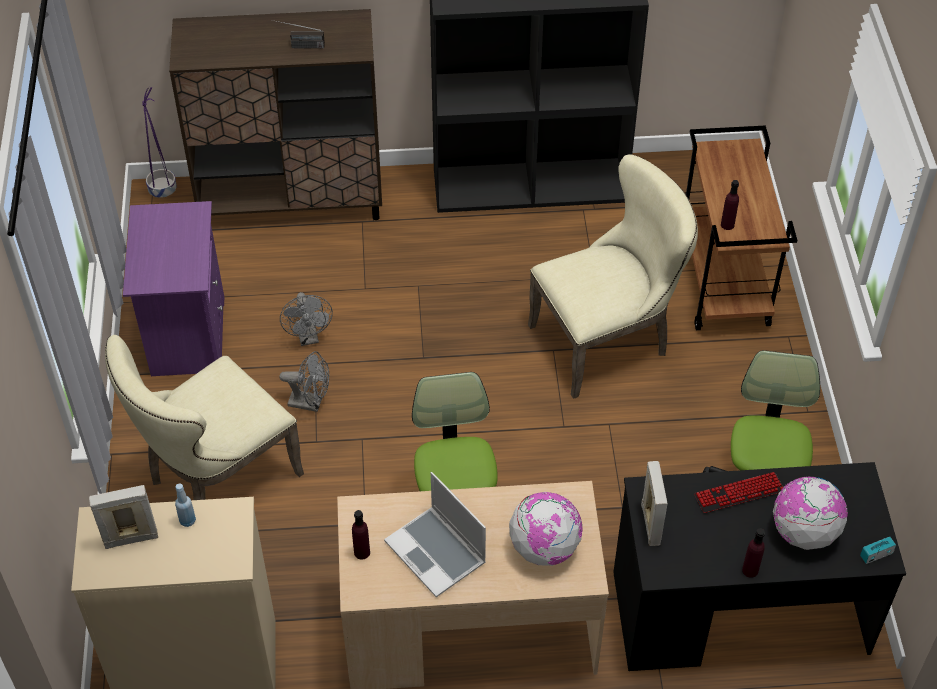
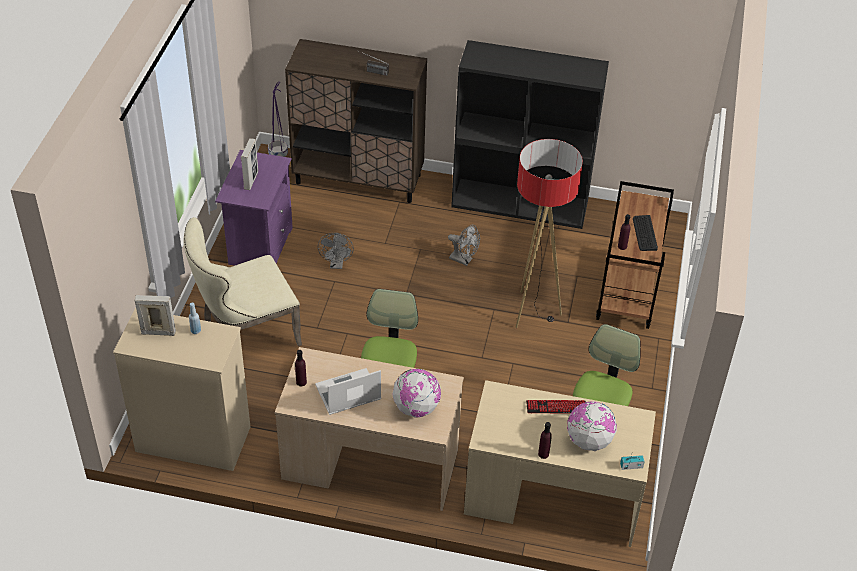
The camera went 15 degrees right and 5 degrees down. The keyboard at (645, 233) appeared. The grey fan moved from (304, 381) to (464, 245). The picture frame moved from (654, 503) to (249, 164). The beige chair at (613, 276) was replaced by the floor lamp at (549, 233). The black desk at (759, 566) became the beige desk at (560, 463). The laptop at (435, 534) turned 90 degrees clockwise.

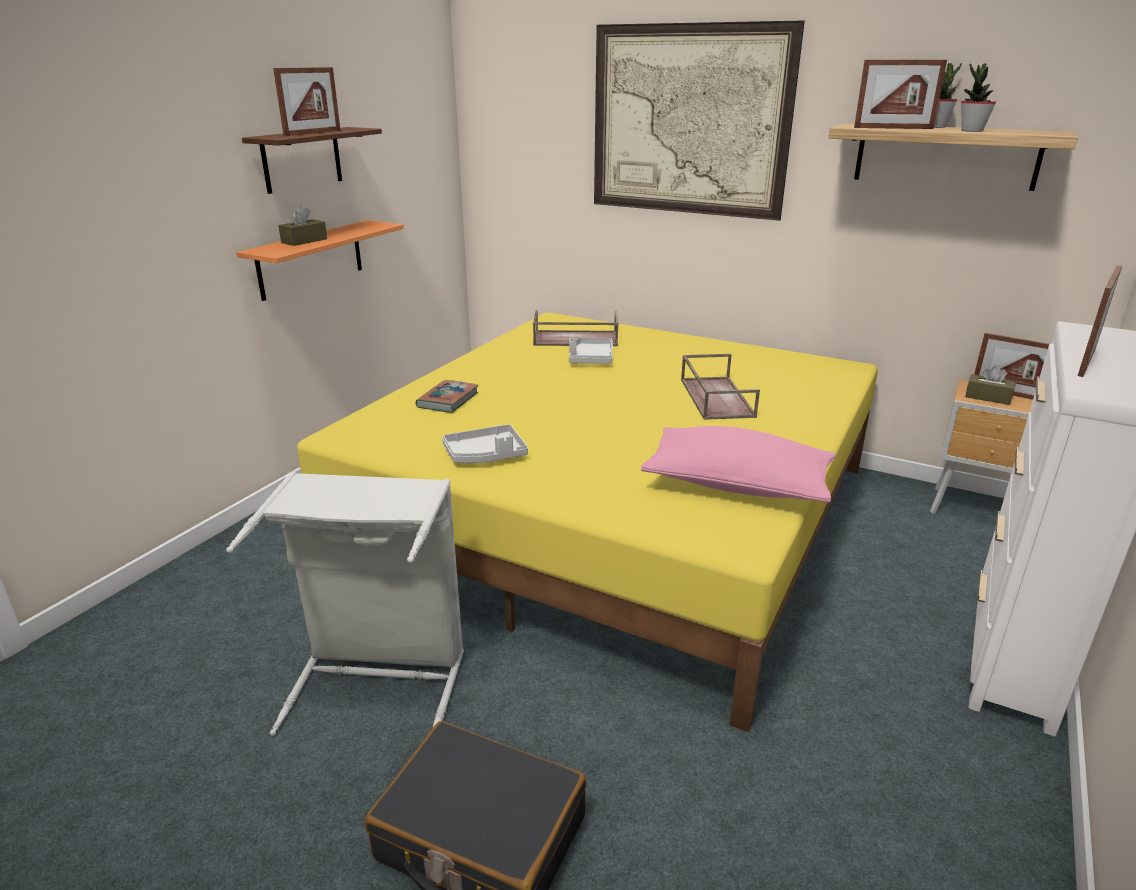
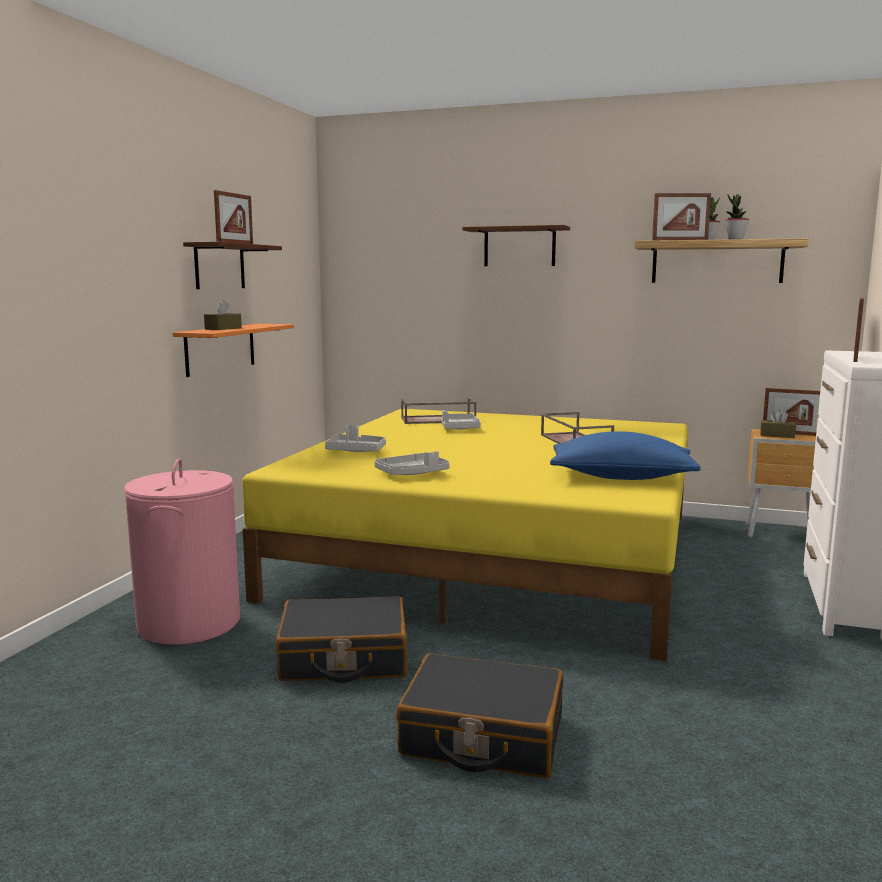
The camera went 10 degrees left and 15 degrees down. The pink laundry basket at (182, 552) appeared. The grey laundry basket at (345, 604) was replaced by the black suitcase at (341, 639). The book at (446, 396) was replaced by the grey tray at (355, 438). The picture at (699, 120) was replaced by the brown shelf at (516, 245). The pink pillow at (738, 464) became the blue pillow at (625, 455).

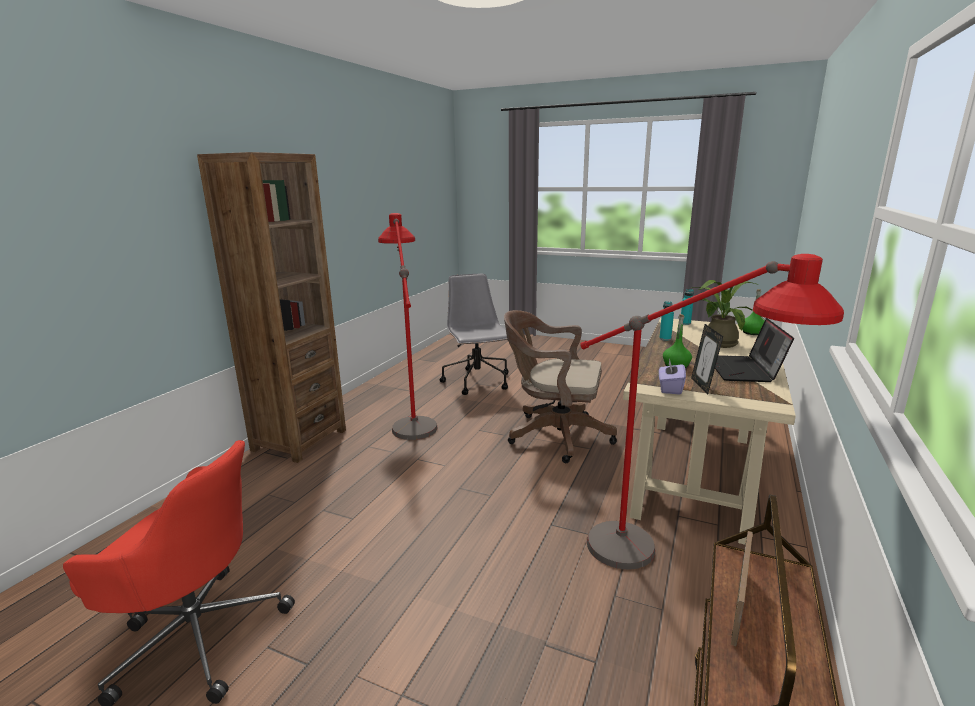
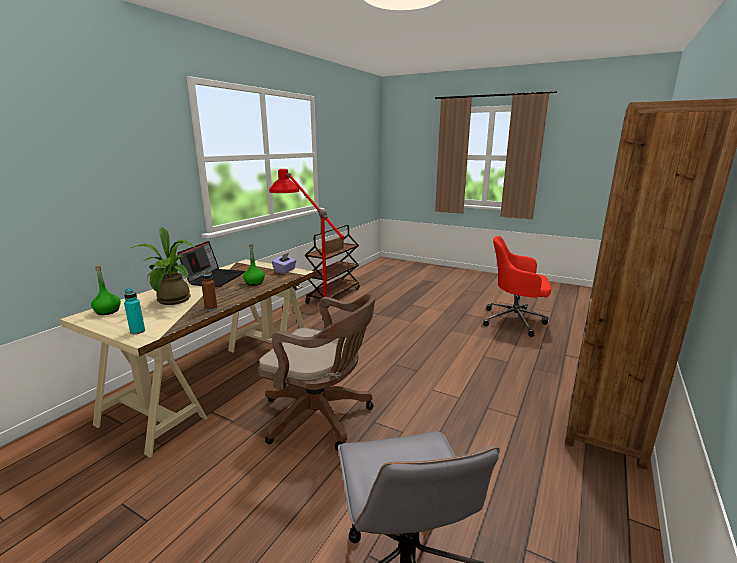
The camera went 175 degrees left and 0 degrees up. The red floor lamp at (408, 326) disappeared. The picture frame at (707, 359) disappeared. The turquoise bottle at (666, 321) became the brown bottle at (209, 291).

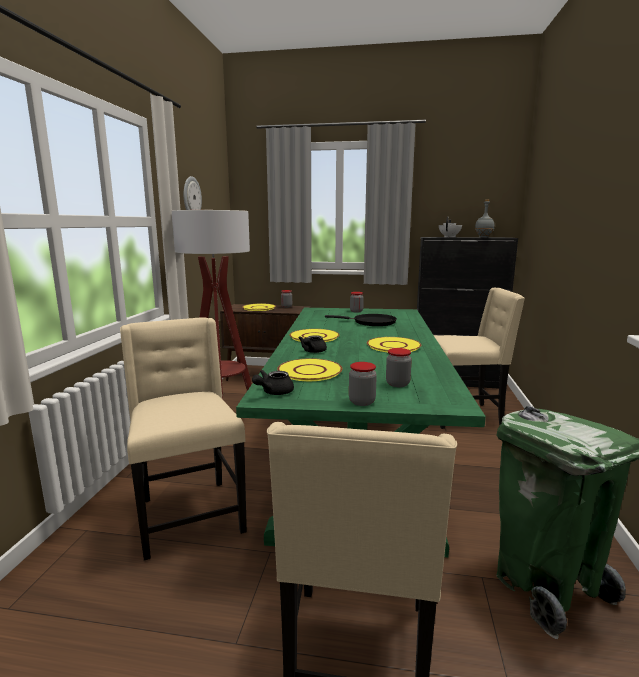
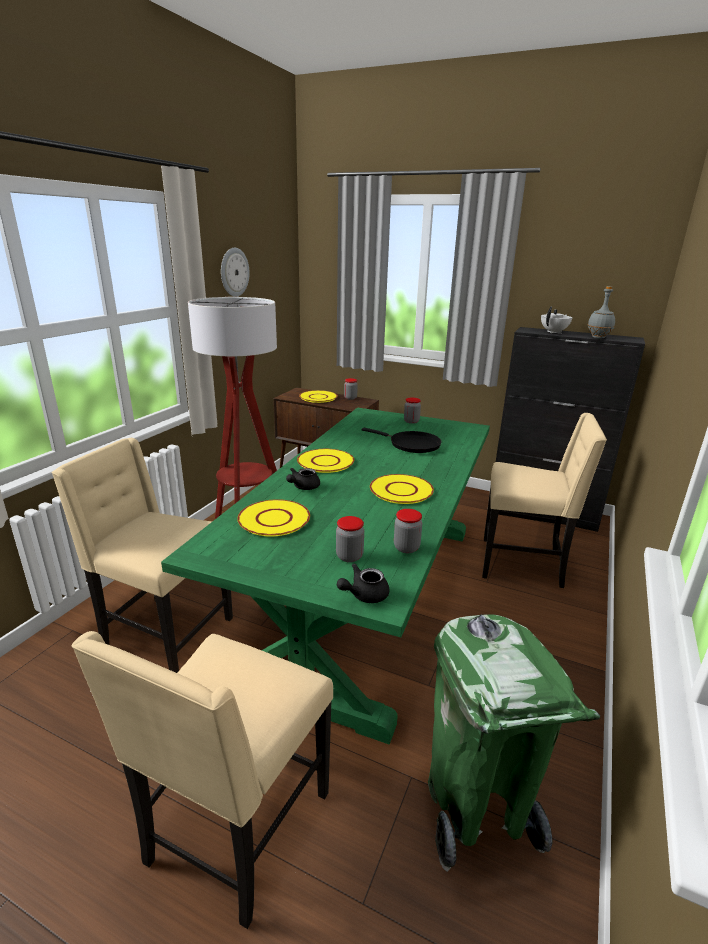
The camera went 15 degrees right and 10 degrees up. The black teapot moved from (273, 382) to (363, 583). The jar moved from (363, 384) to (408, 531). The beige chair at (183, 439) turned 60 degrees counterclockwise.

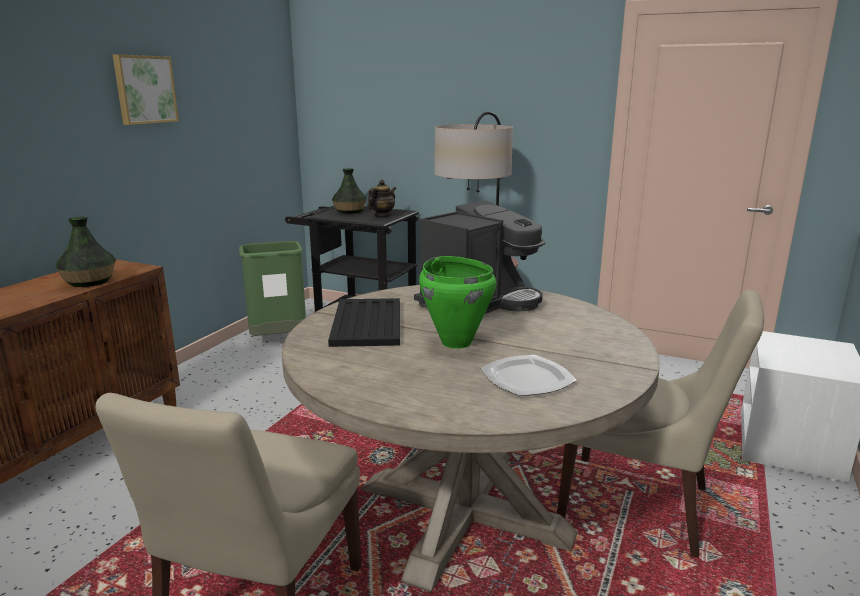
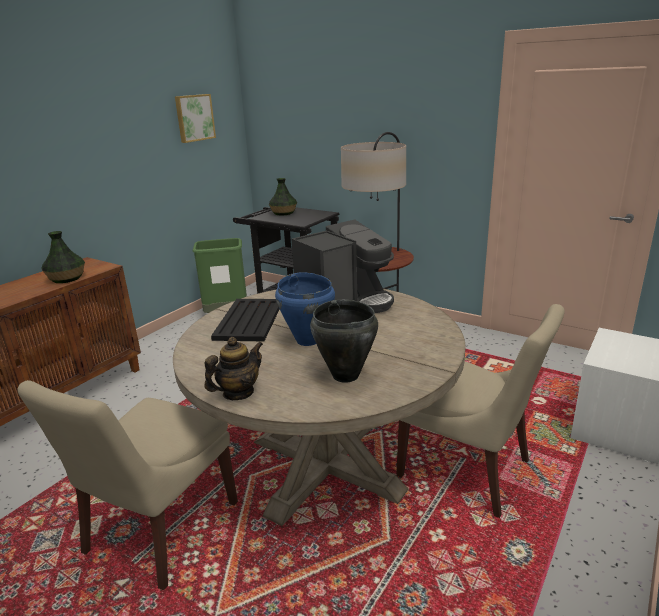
The camera went 10 degrees right and 5 degrees up. The picture moved from (146, 89) to (195, 118). The teapot moved from (382, 198) to (233, 368). The plate at (529, 375) was replaced by the black cooking pot at (344, 341). The green cooking pot at (457, 302) became the blue cooking pot at (305, 309).

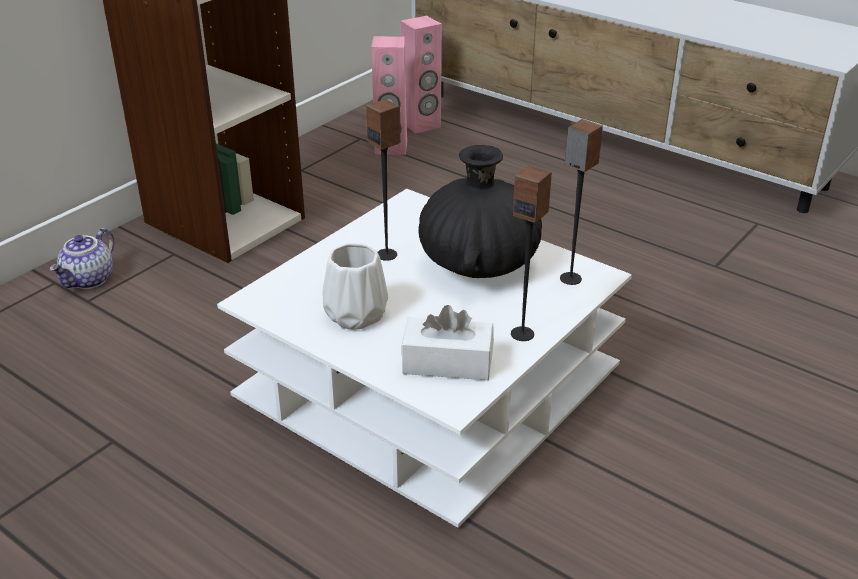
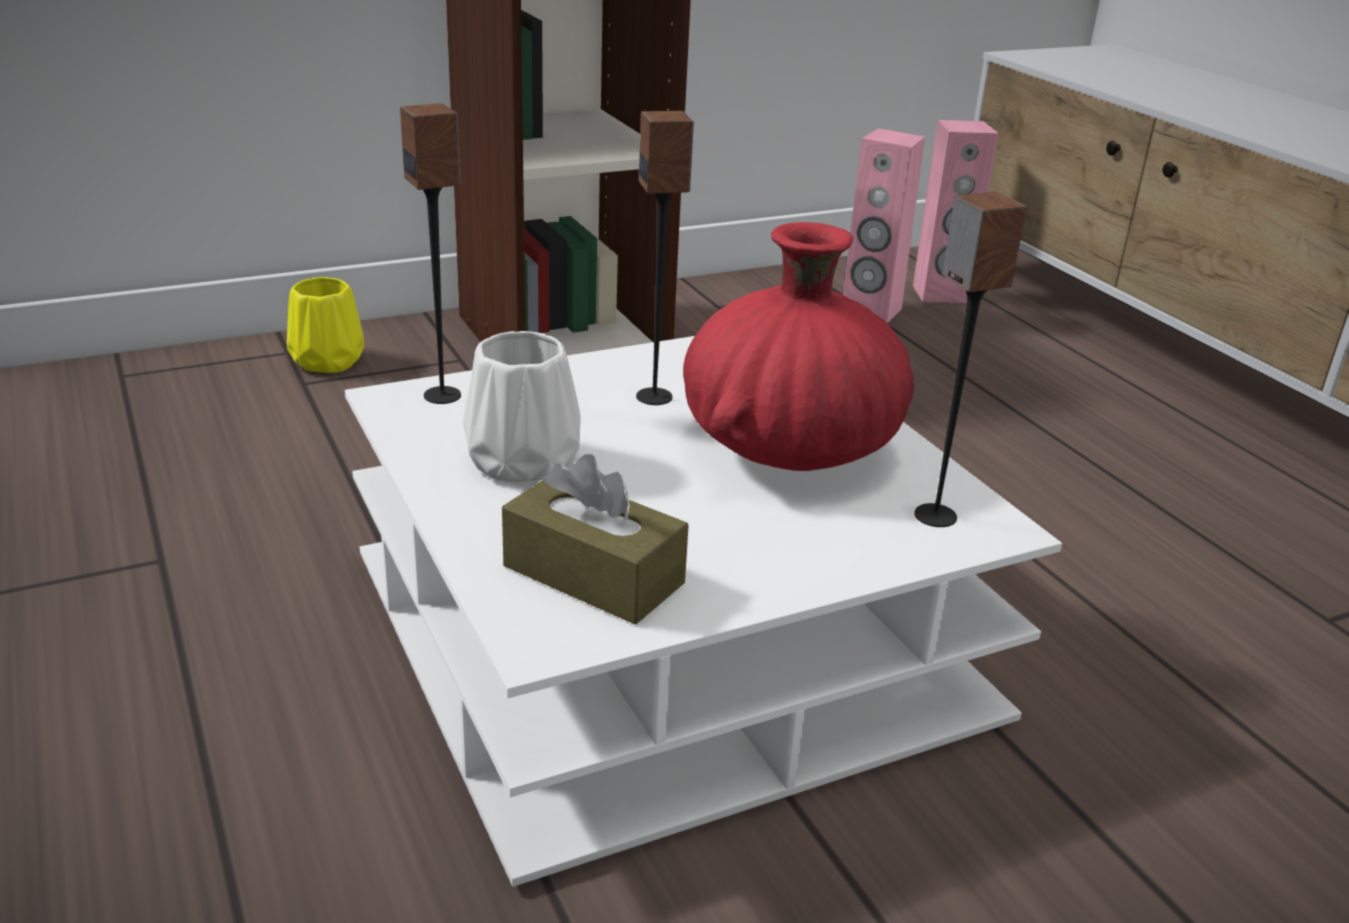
The camera went 25 degrees right and 5 degrees down. The speaker moved from (531, 253) to (430, 253). The teapot at (81, 258) was replaced by the yellow vase at (325, 325). The white tissue box at (447, 342) became the brown tissue box at (595, 539). The black vase at (480, 211) became the red vase at (798, 346).

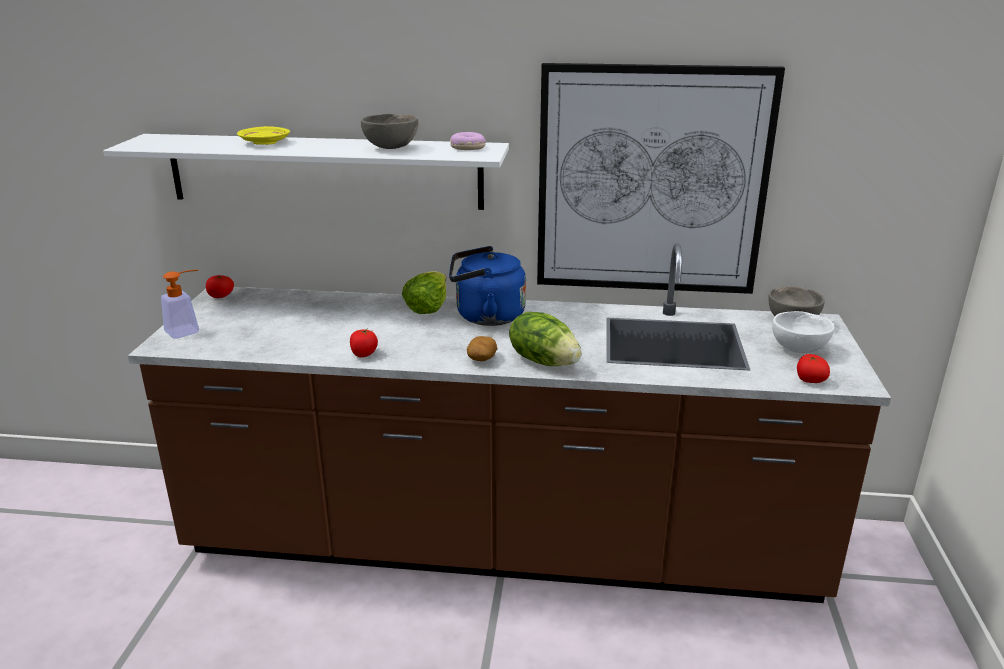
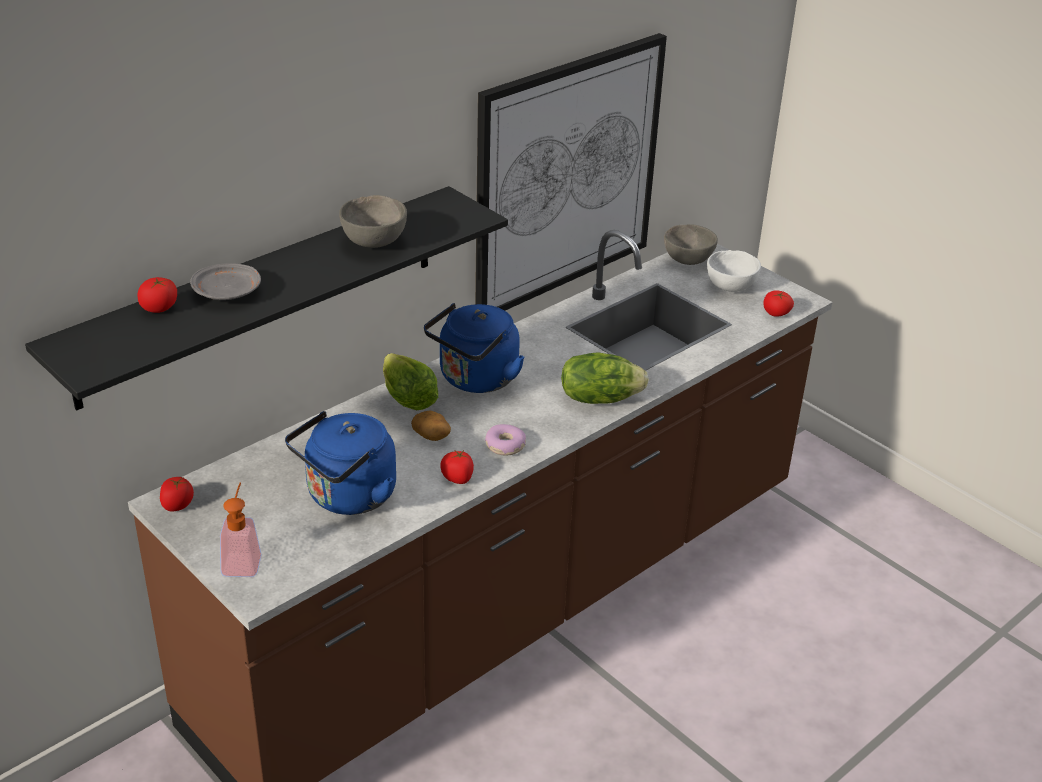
The camera went 50 degrees left and 10 degrees up. The tomato at (157, 295) appeared. The blue kettle at (340, 463) appeared. The donut moved from (468, 141) to (505, 440). The potato moved from (482, 348) to (431, 426). The white shelf at (306, 172) became the black shelf at (266, 298). The yellow plate at (263, 135) became the grey plate at (225, 281).

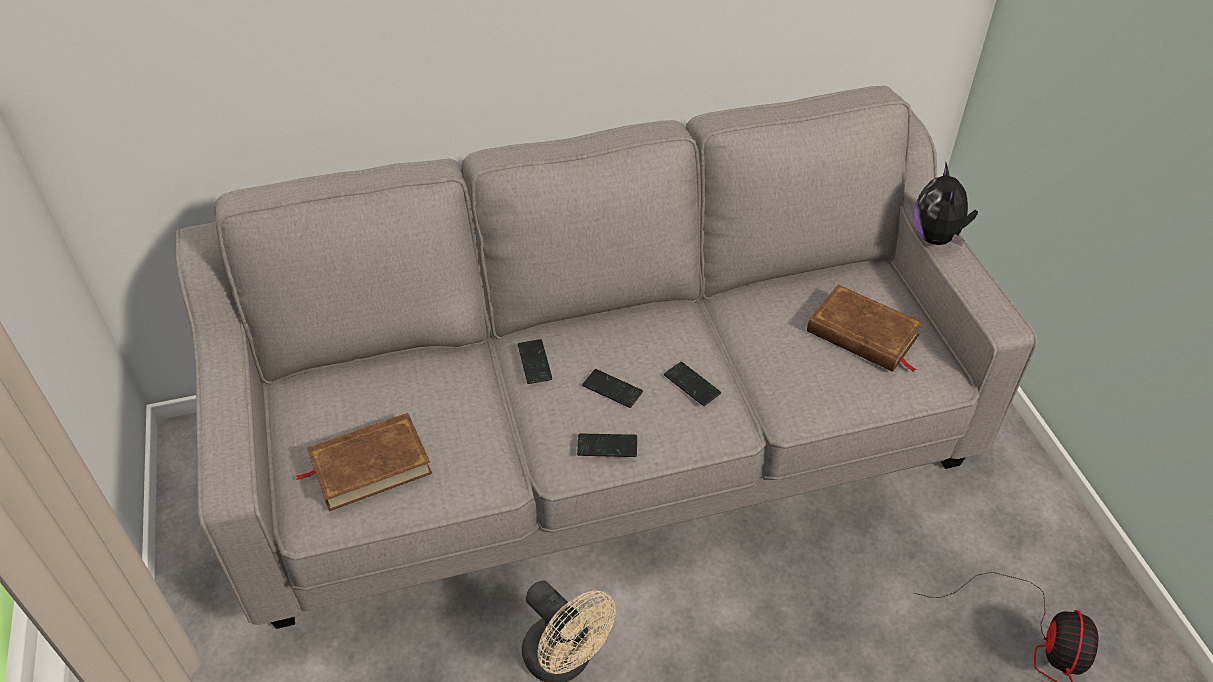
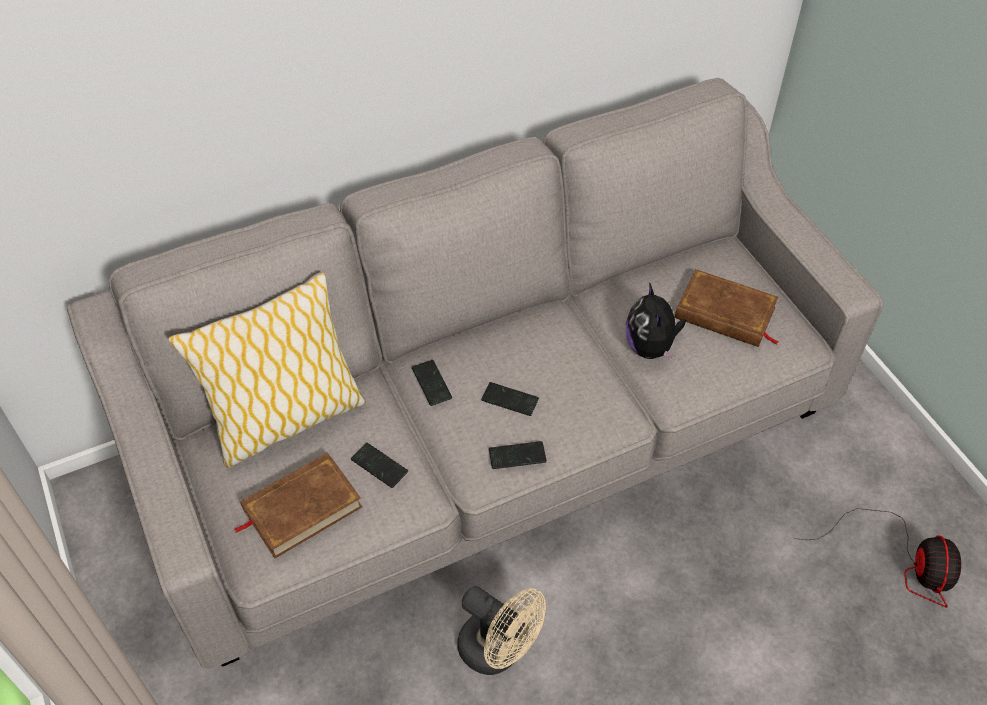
The camera went 10 degrees left and 5 degrees up. The pillow at (267, 370) appeared. The phone moved from (692, 384) to (379, 465). The plush toy moved from (946, 205) to (656, 321).

